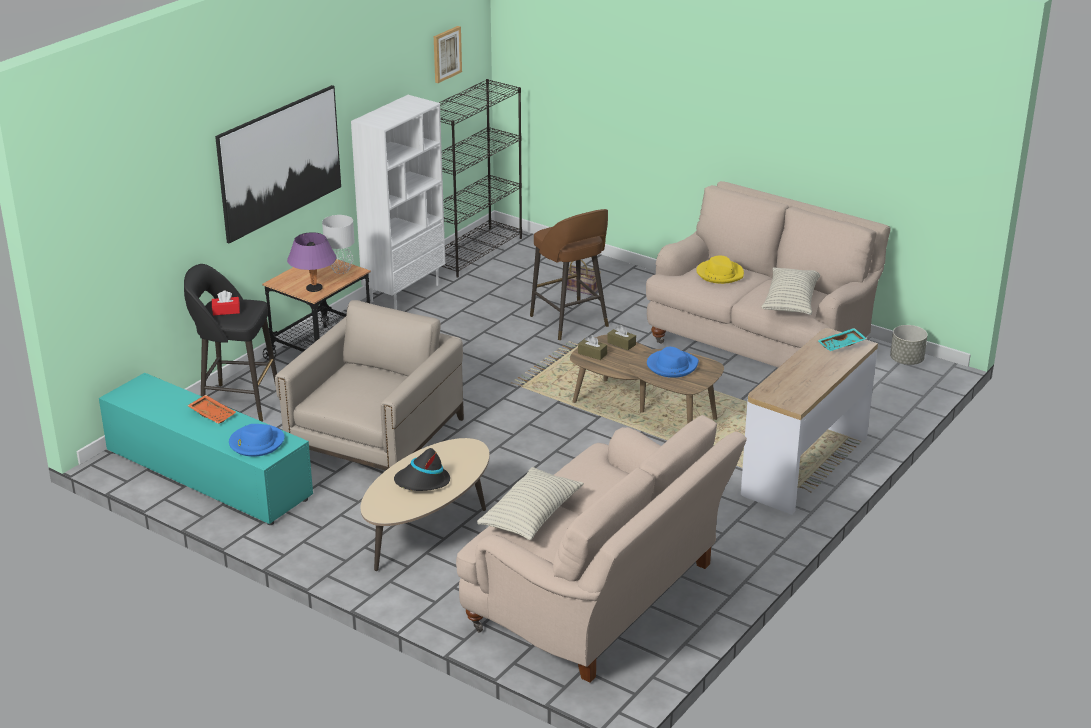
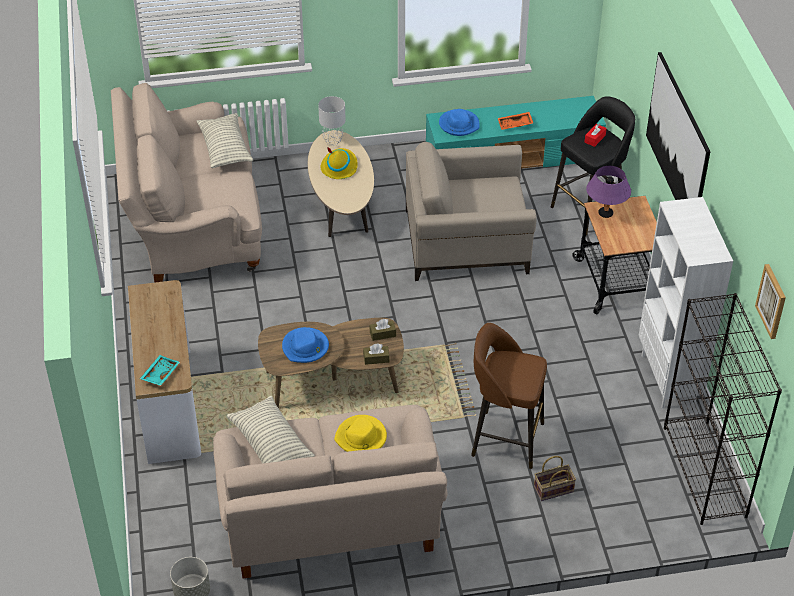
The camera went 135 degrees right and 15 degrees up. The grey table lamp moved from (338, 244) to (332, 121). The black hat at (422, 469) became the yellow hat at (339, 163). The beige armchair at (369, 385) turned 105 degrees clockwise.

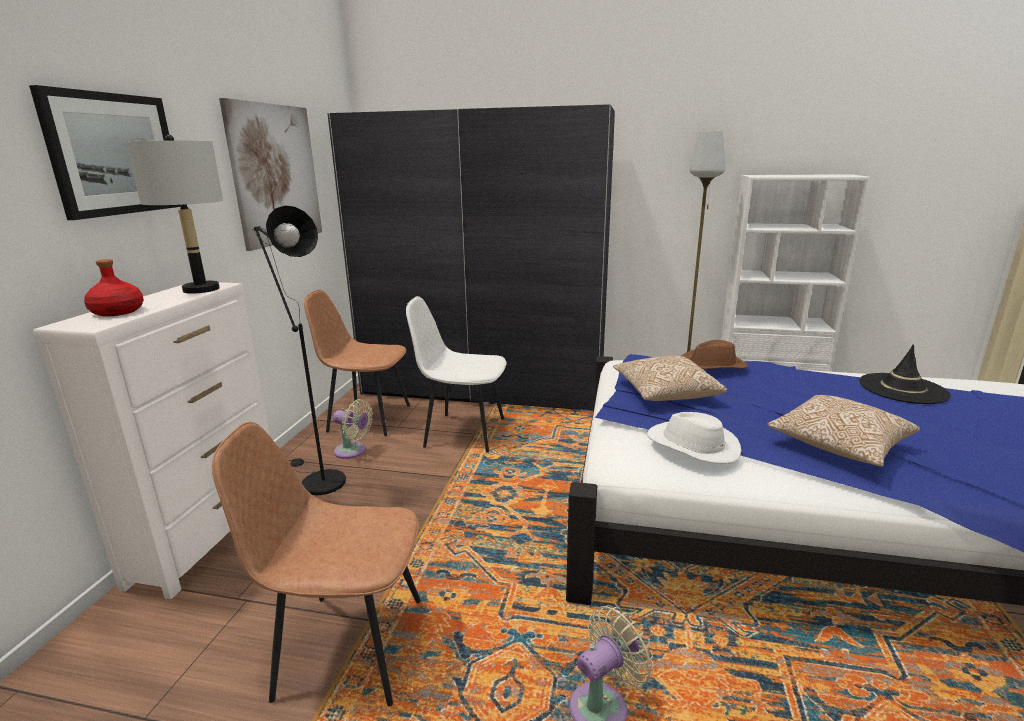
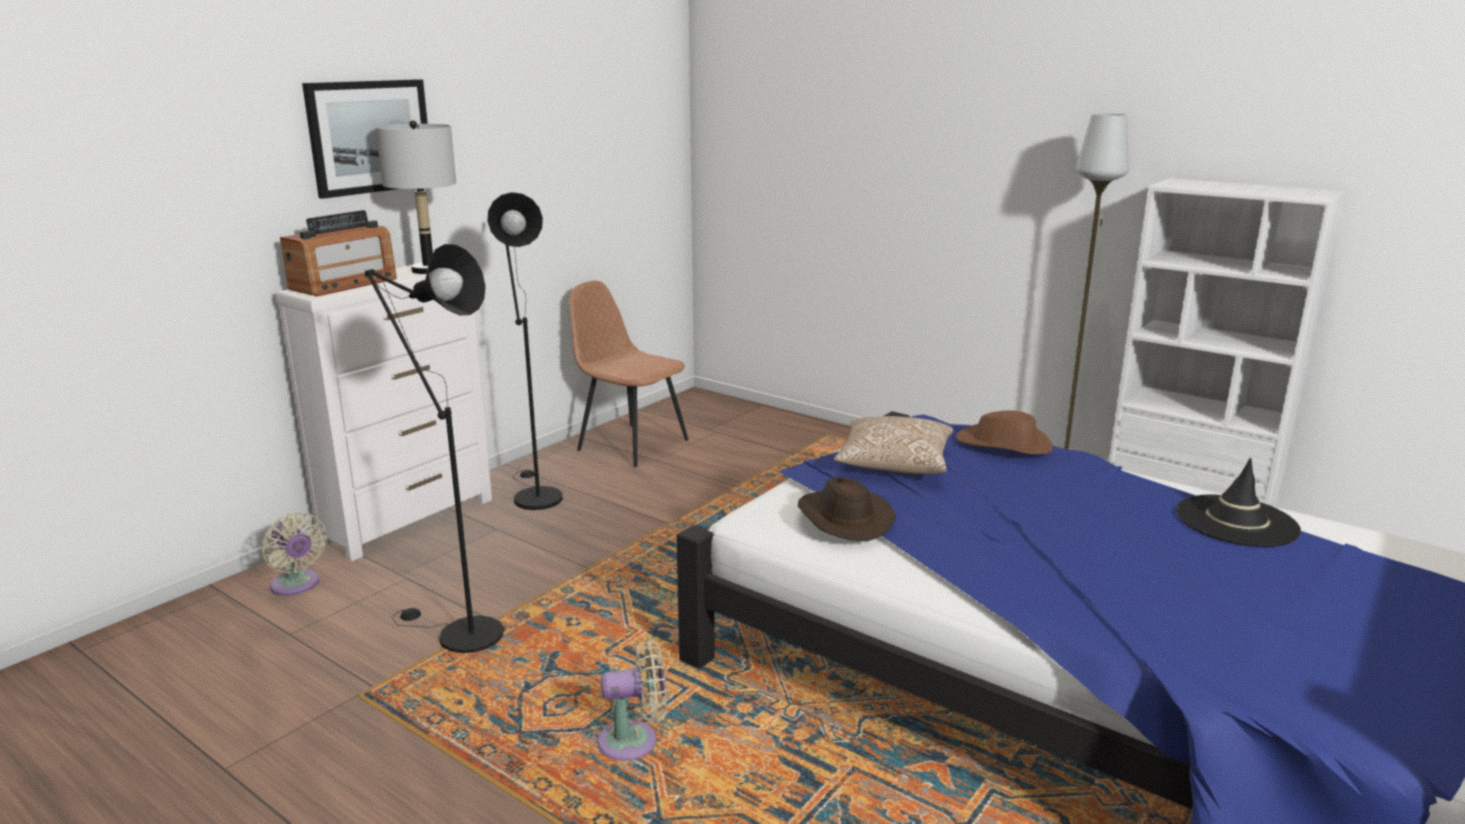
The camera went 25 degrees right and 0 degrees up. The picture at (270, 174) disappeared. The grey wardrobe at (471, 258) disappeared. The white chair at (456, 374) disappeared. The pillow at (843, 431) disappeared. The beige fan moved from (353, 429) to (294, 554). The red bottle at (114, 288) was replaced by the radio at (338, 253). The brown chair at (316, 564) was replaced by the black floor lamp at (434, 448). The white hat at (694, 438) became the brown hat at (847, 509).

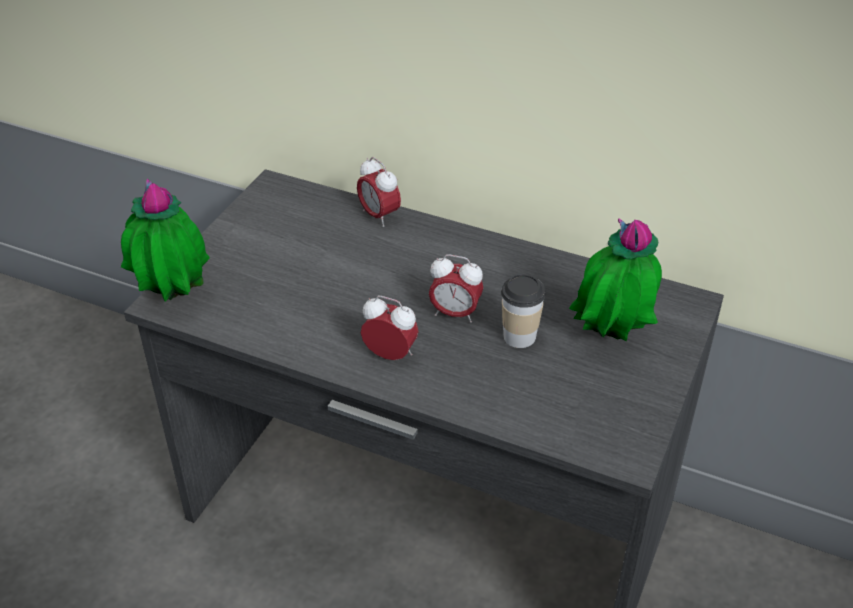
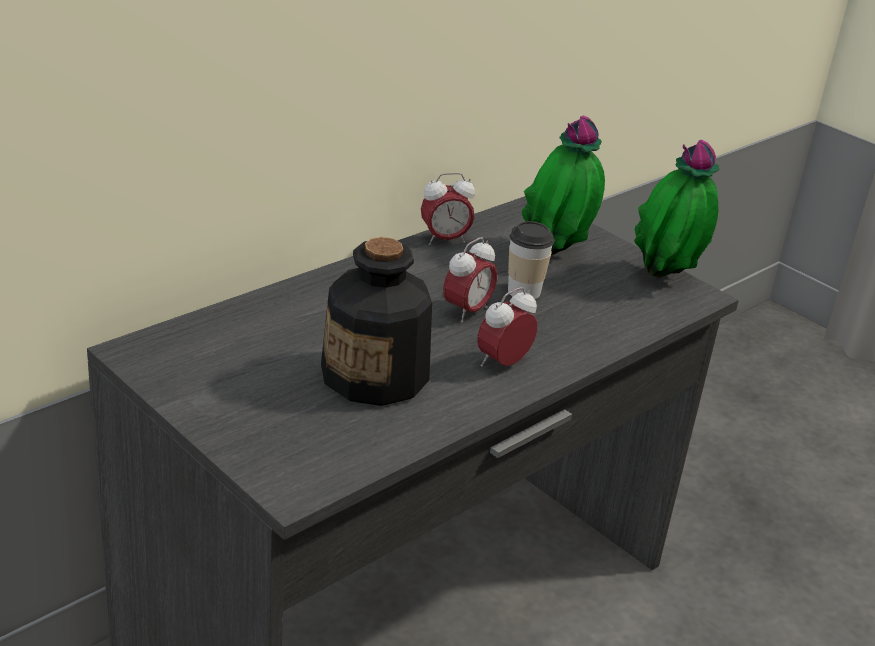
The camera went 70 degrees left and 10 degrees down. The bottle at (376, 321) appeared. The potted plant moved from (165, 240) to (676, 209). The alarm clock moved from (379, 192) to (448, 209).

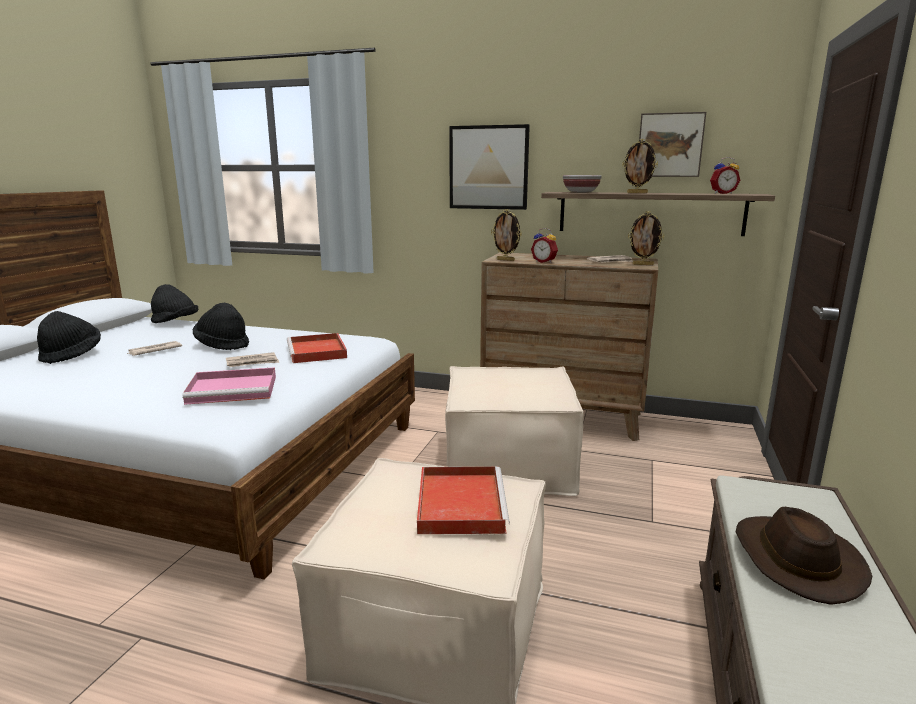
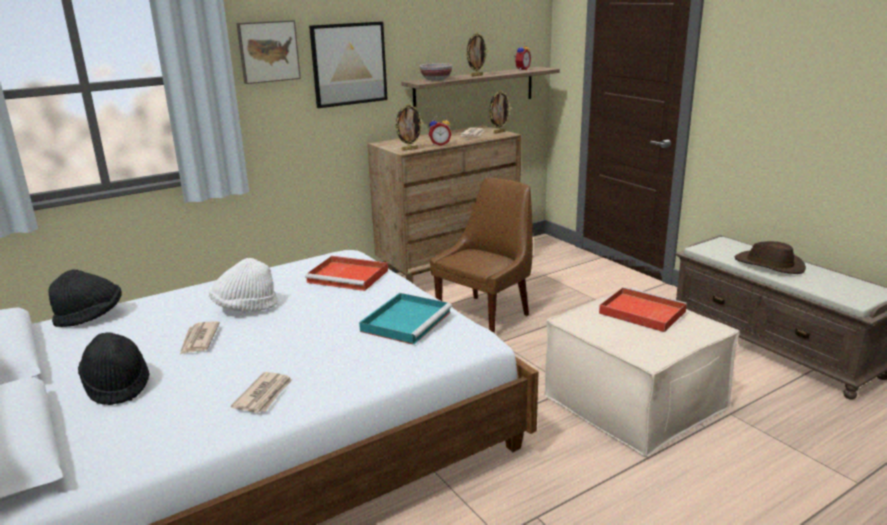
The camera went 50 degrees left and 5 degrees up. The newspaper moved from (252, 359) to (261, 392). The picture moved from (672, 144) to (268, 52). The beige ottoman at (514, 431) was replaced by the brown chair at (481, 256). The pink tray at (229, 386) became the turquoise tray at (405, 319). The black hat at (221, 326) became the white hat at (243, 285).

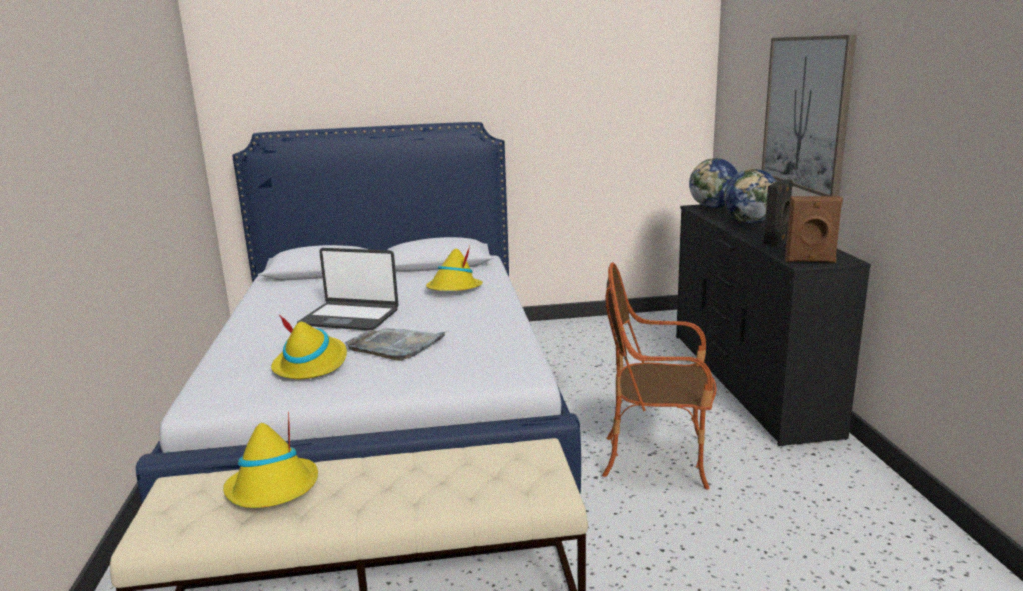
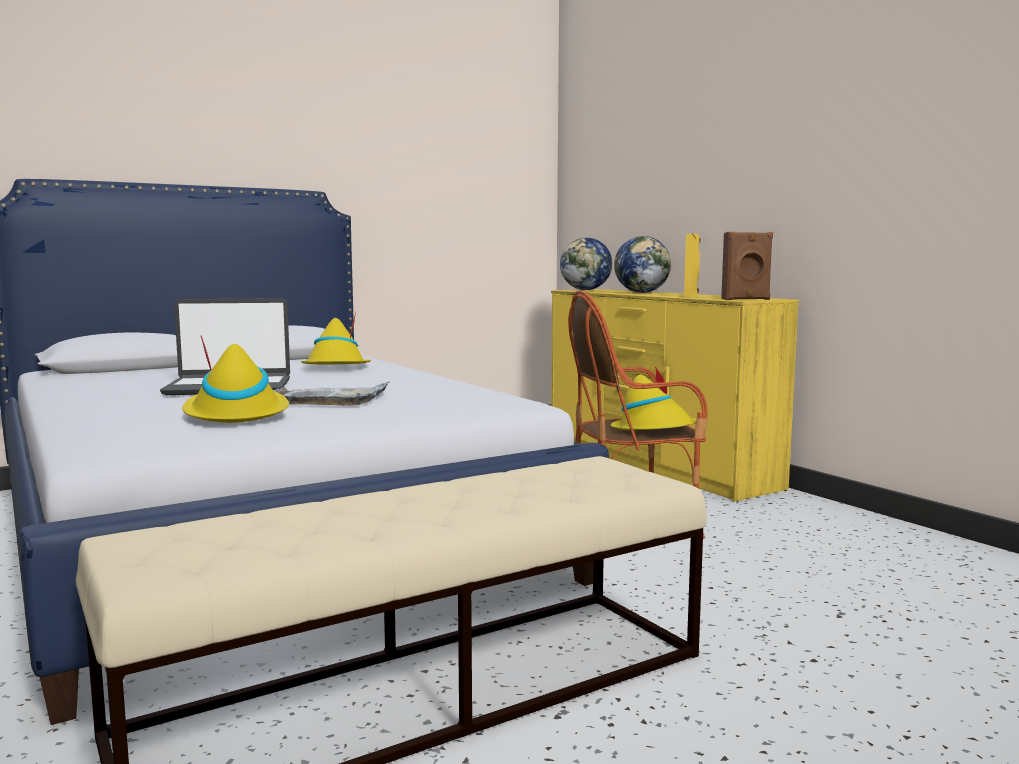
The camera went 25 degrees left and 10 degrees down. The picture at (809, 115) disappeared. The yellow hat moved from (270, 459) to (653, 398). The black dresser at (773, 325) became the yellow dresser at (675, 395). The black speaker at (778, 213) became the yellow speaker at (692, 265).

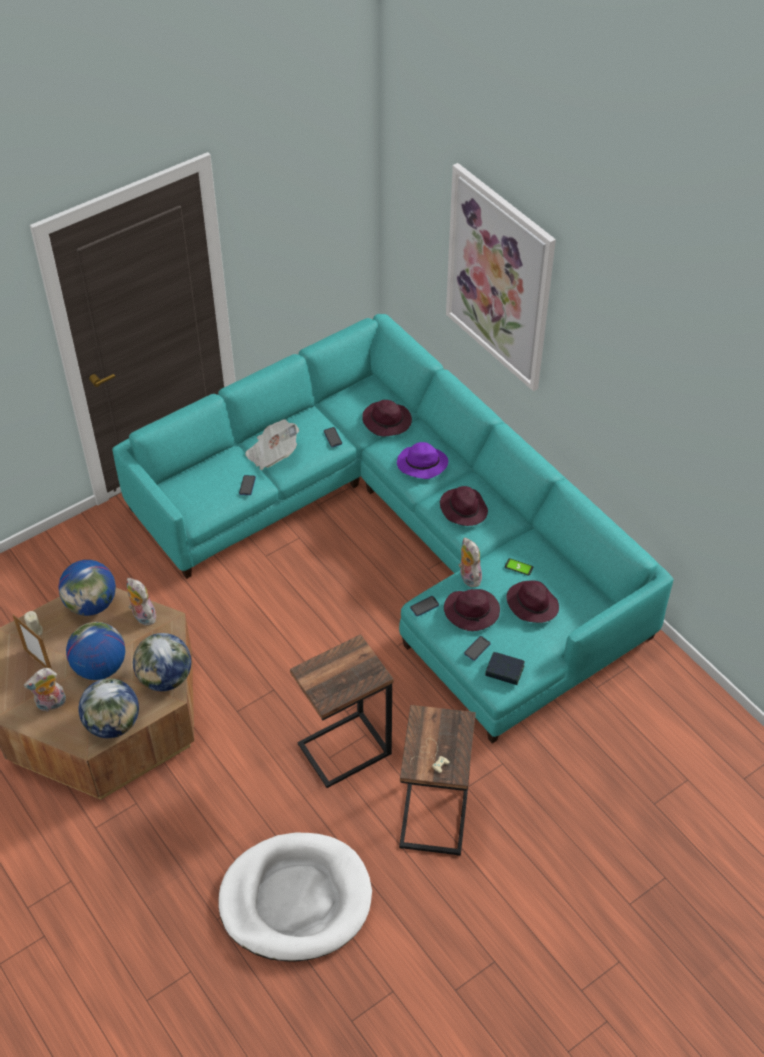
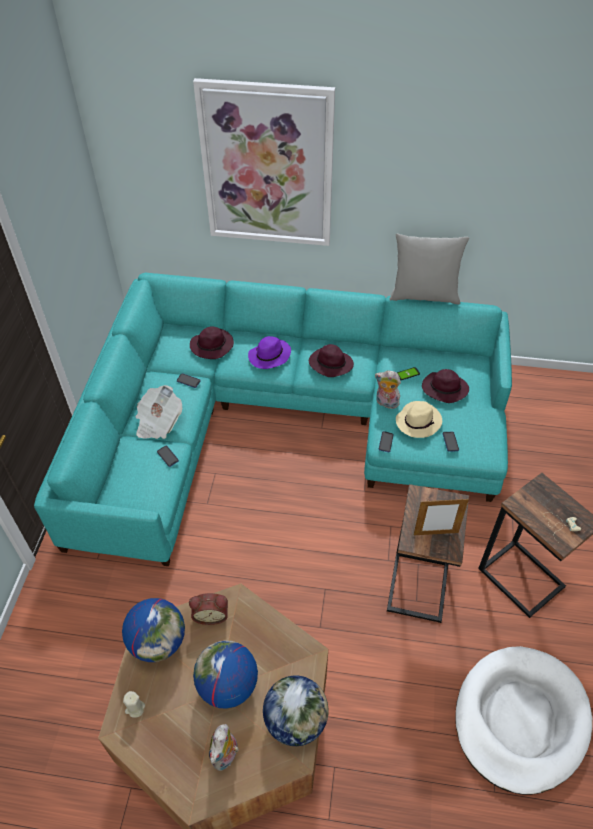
The camera went 45 degrees left and 0 degrees up. The globe at (162, 662) disappeared. The book at (505, 668) disappeared. The grey pillow at (429, 269) appeared. The picture frame moved from (32, 642) to (441, 516). The plush toy at (141, 602) was replaced by the alarm clock at (208, 609). The purple hat at (472, 610) became the beige hat at (419, 419).

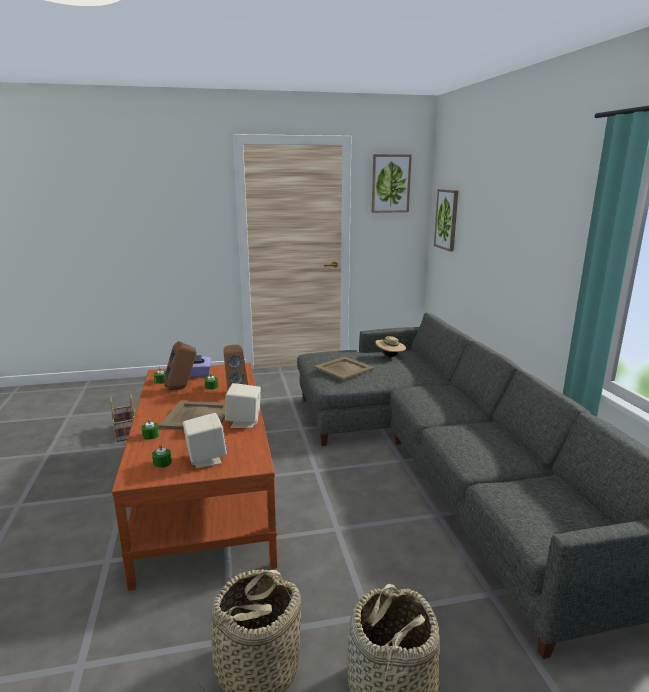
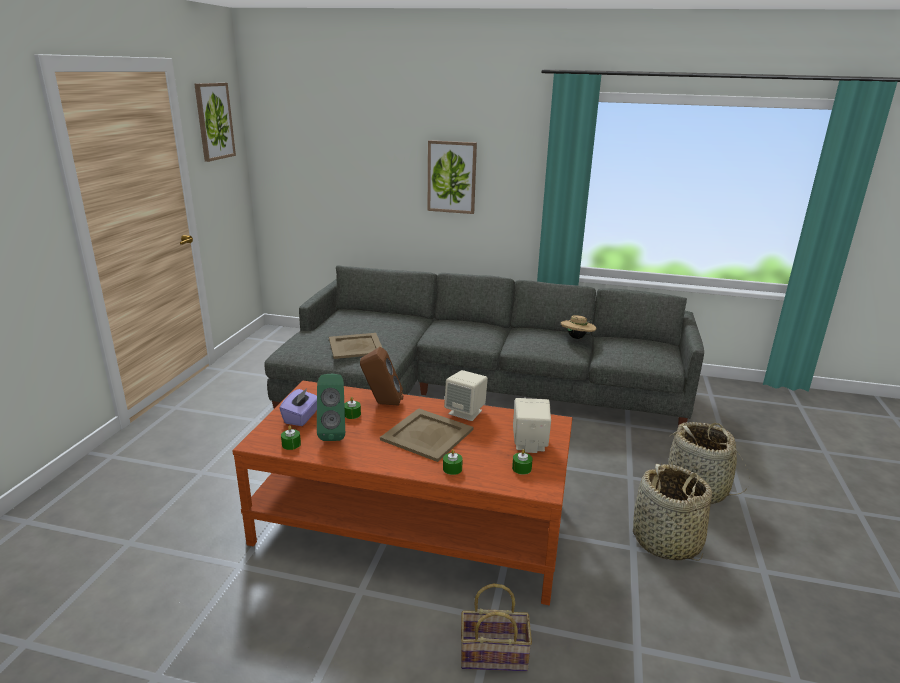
The camera went 65 degrees left and 5 degrees up. The basket moved from (122, 417) to (496, 627). The beige hat moved from (390, 346) to (579, 327). The picture moved from (446, 220) to (452, 177). The brown speaker at (180, 366) became the green speaker at (331, 407).

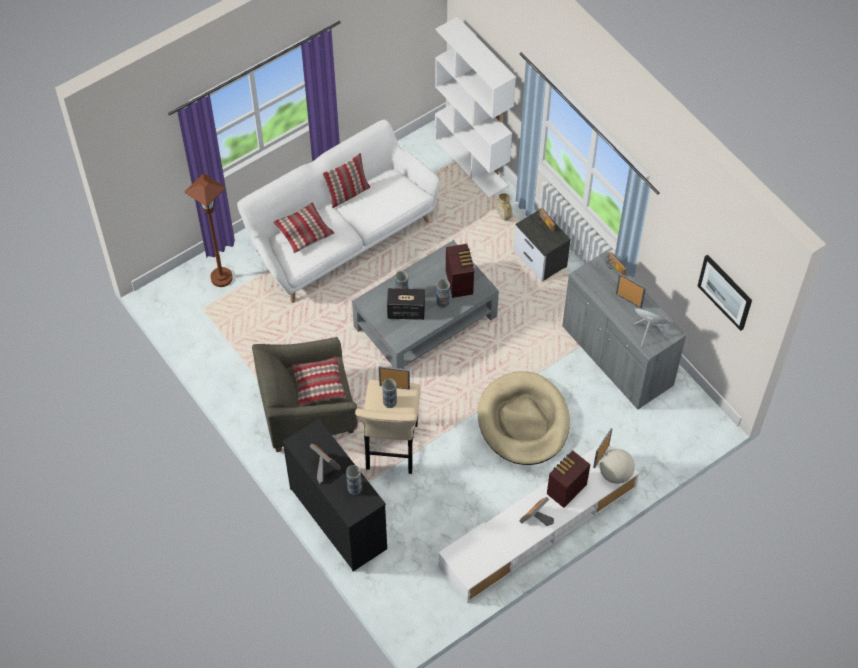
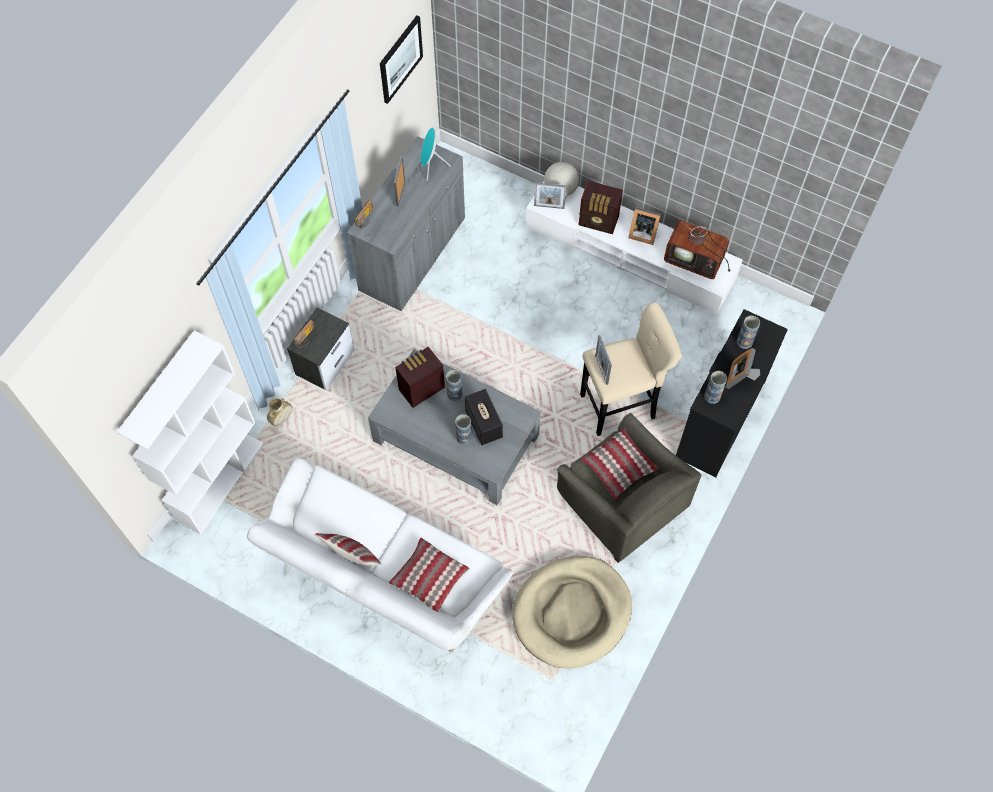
The camera went 115 degrees left and 5 degrees up. The brown floor lamp at (208, 230) disappeared. The television at (697, 248) appeared. The vase moved from (389, 393) to (715, 387). The beige dog bed moved from (524, 418) to (572, 612).

